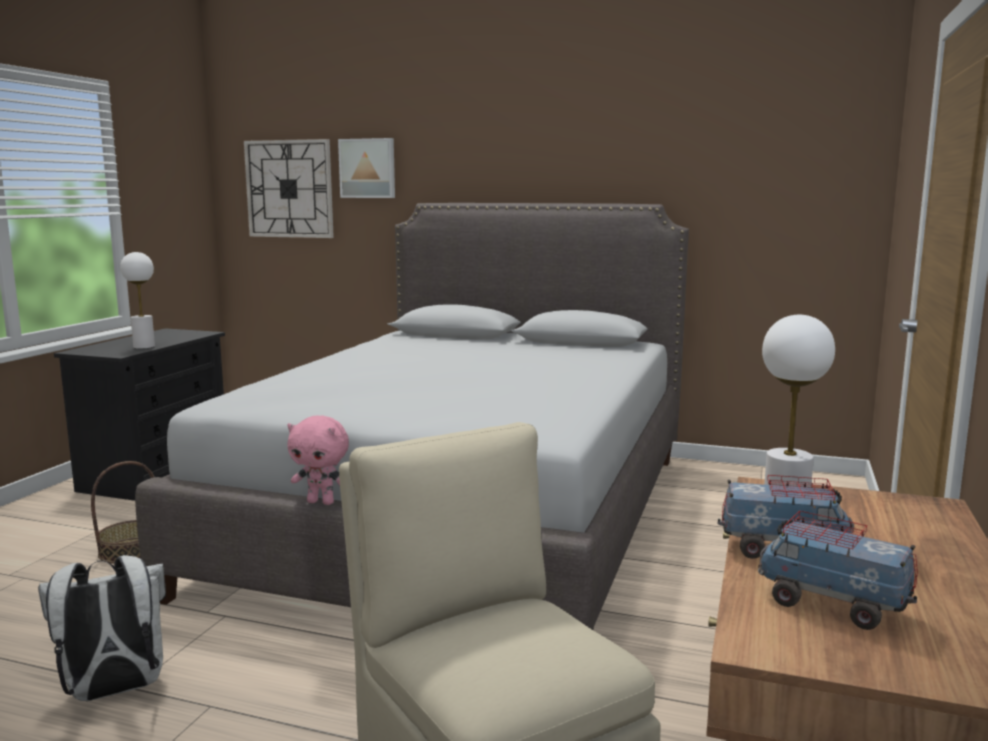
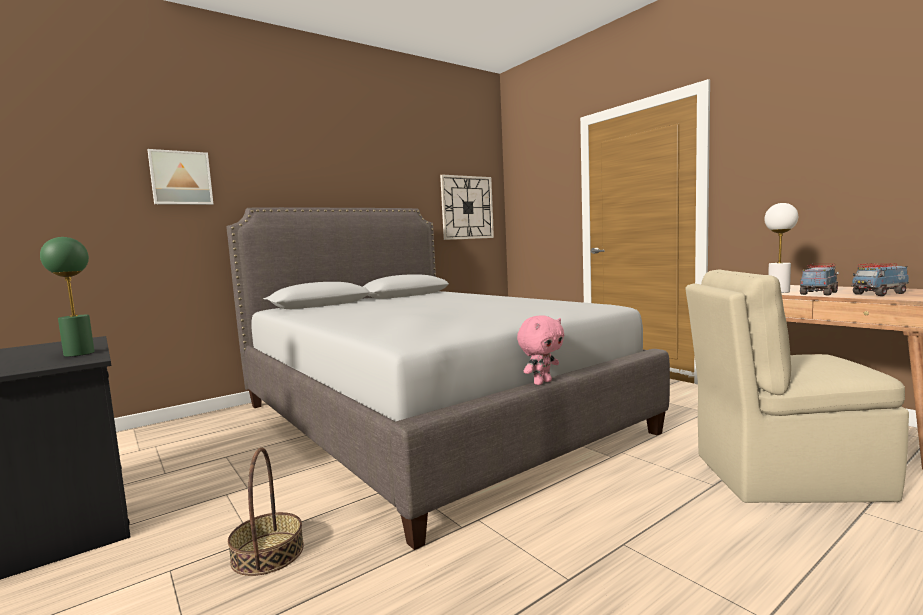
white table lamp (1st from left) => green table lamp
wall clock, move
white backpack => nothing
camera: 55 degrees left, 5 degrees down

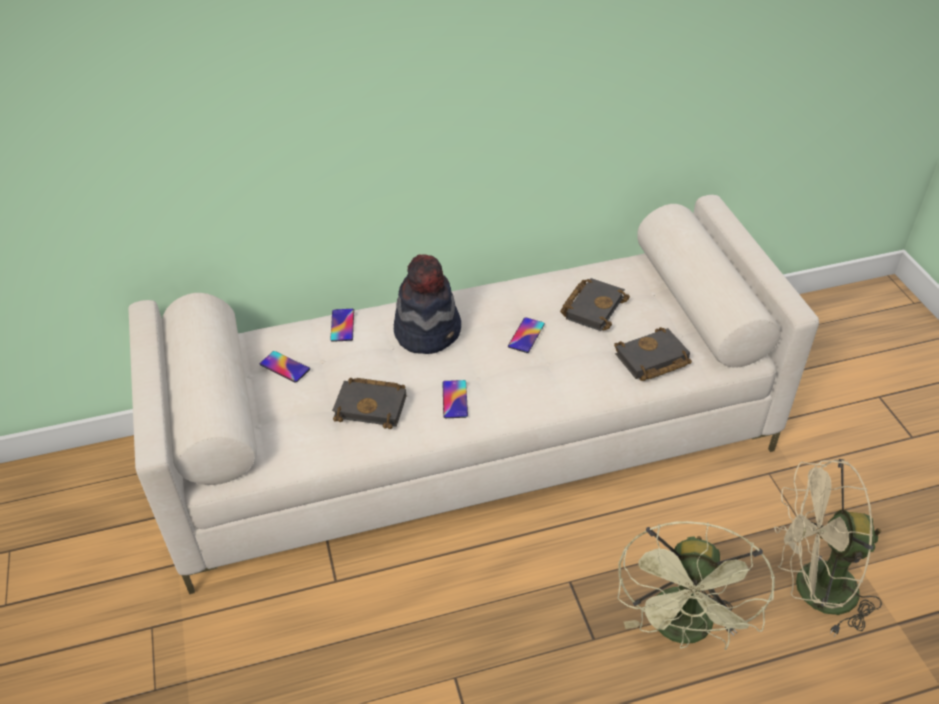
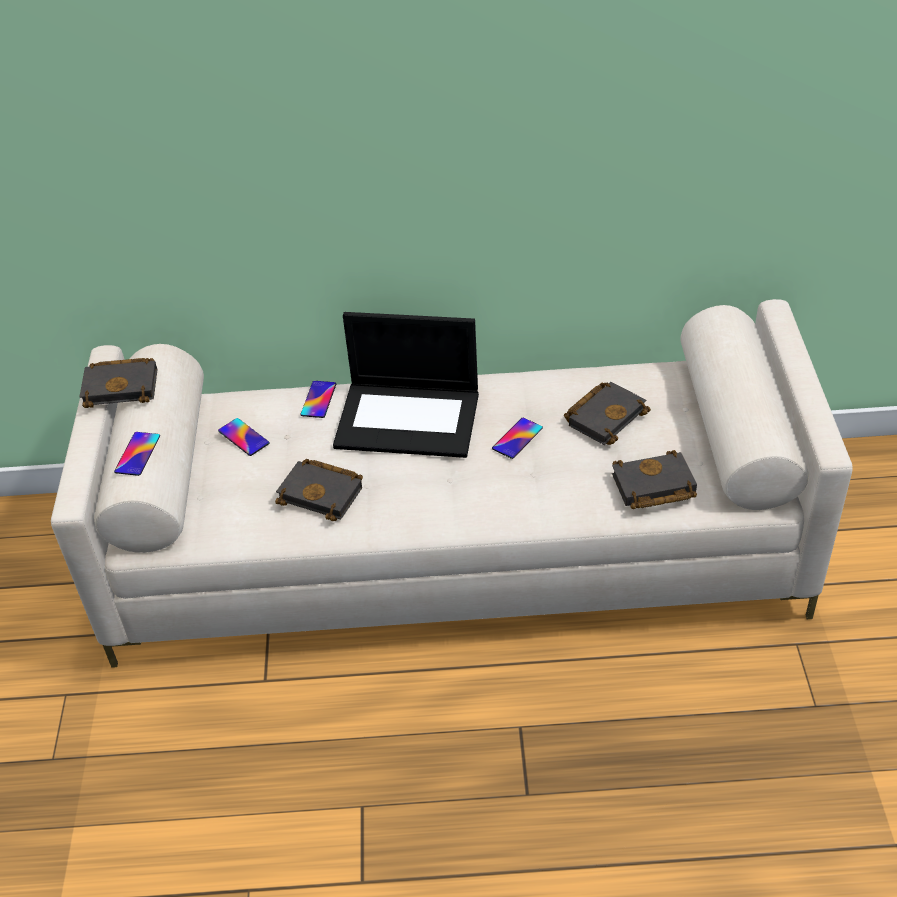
nothing => black book (1st from left)
phone (3rd from left in the first image) => phone (1st from left), move
hat => laptop
green fan => nothing
beige fan => nothing
camera: 15 degrees right, 0 degrees up

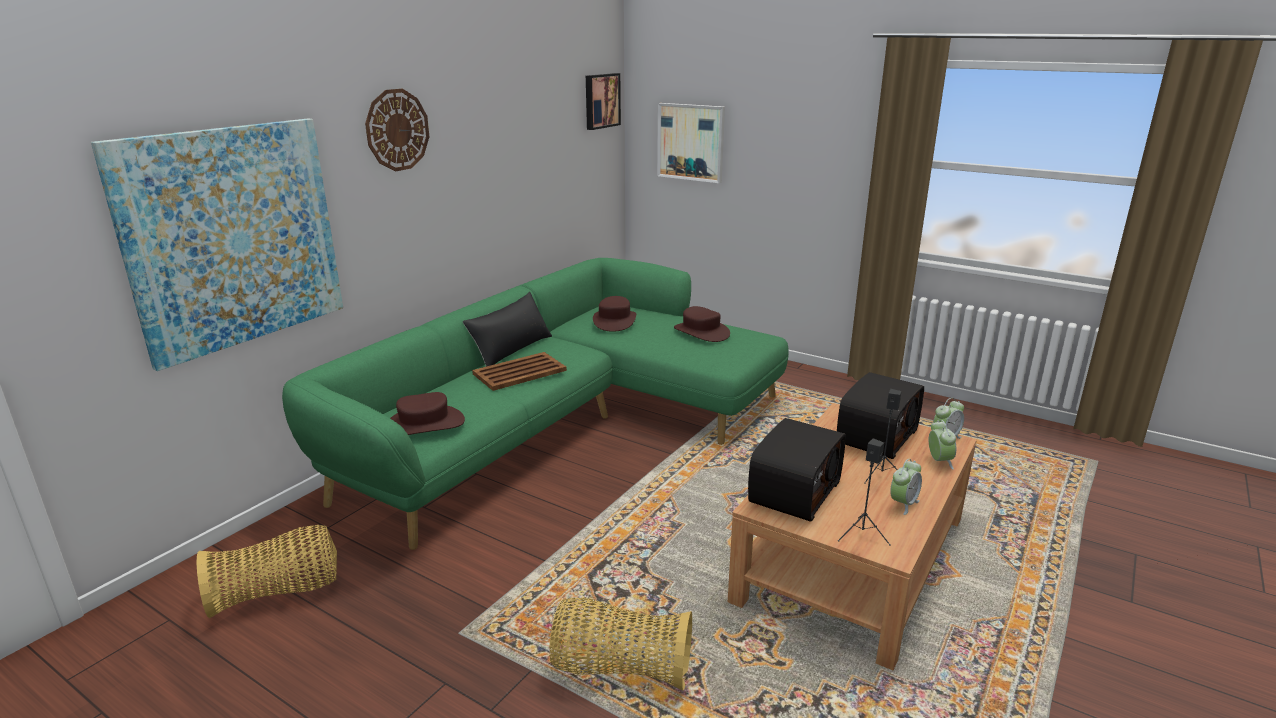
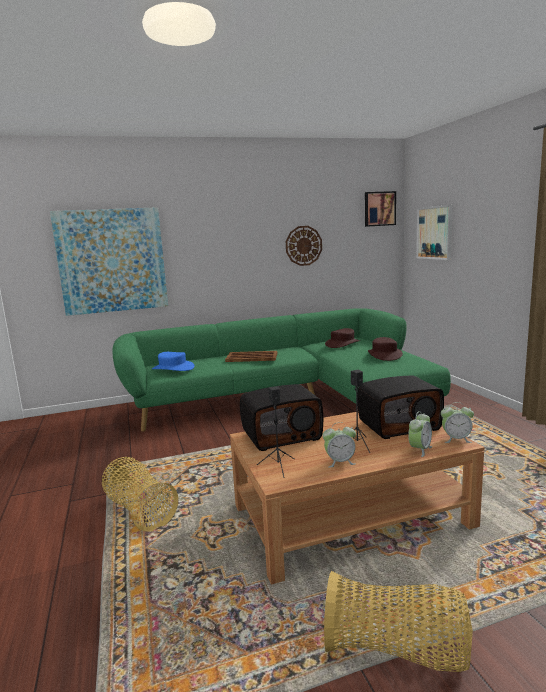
brown hat (1st from left) => blue hat
wall clock, move
basket (1st from left in the first image) => basket (2nd from left), move
black pillow => nothing
camera: 40 degrees right, 10 degrees down

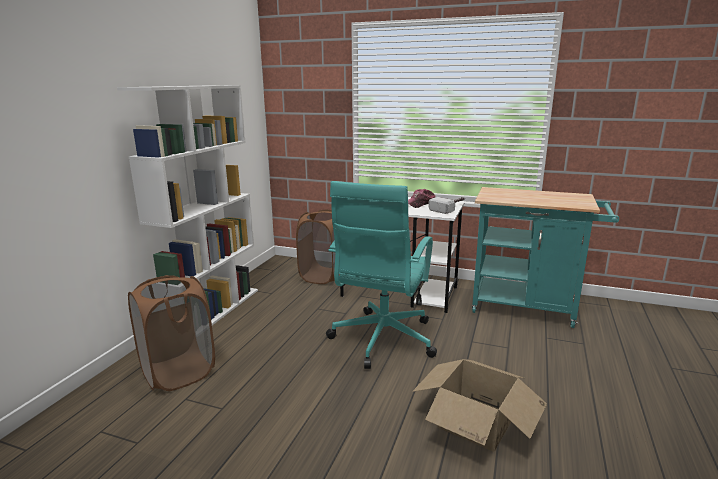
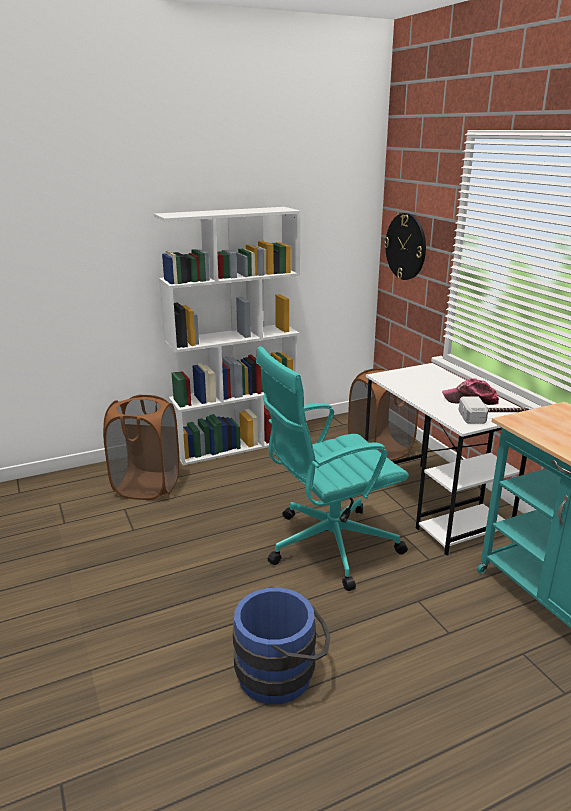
cardboard box => blue bucket
nothing => wall clock
camera: 45 degrees right, 5 degrees up

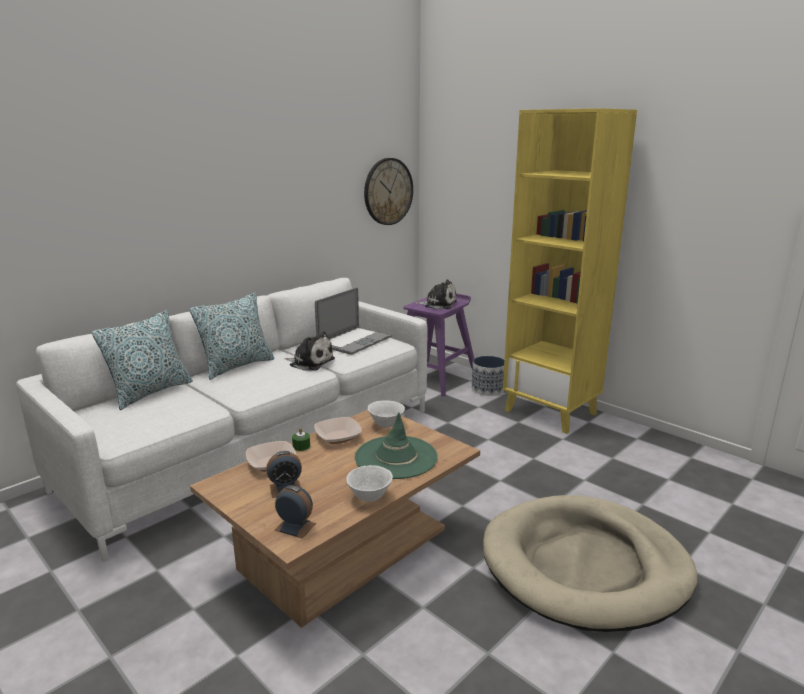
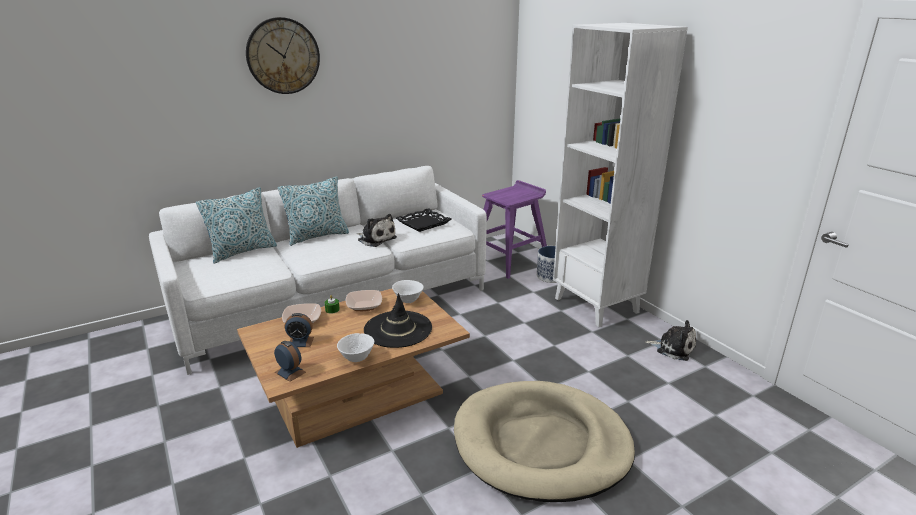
wall clock, move
green hat => black hat
laptop => black tray
yellow bookcase => white bookcase
plush toy (2nd from left), move
camera: 15 degrees right, 5 degrees up

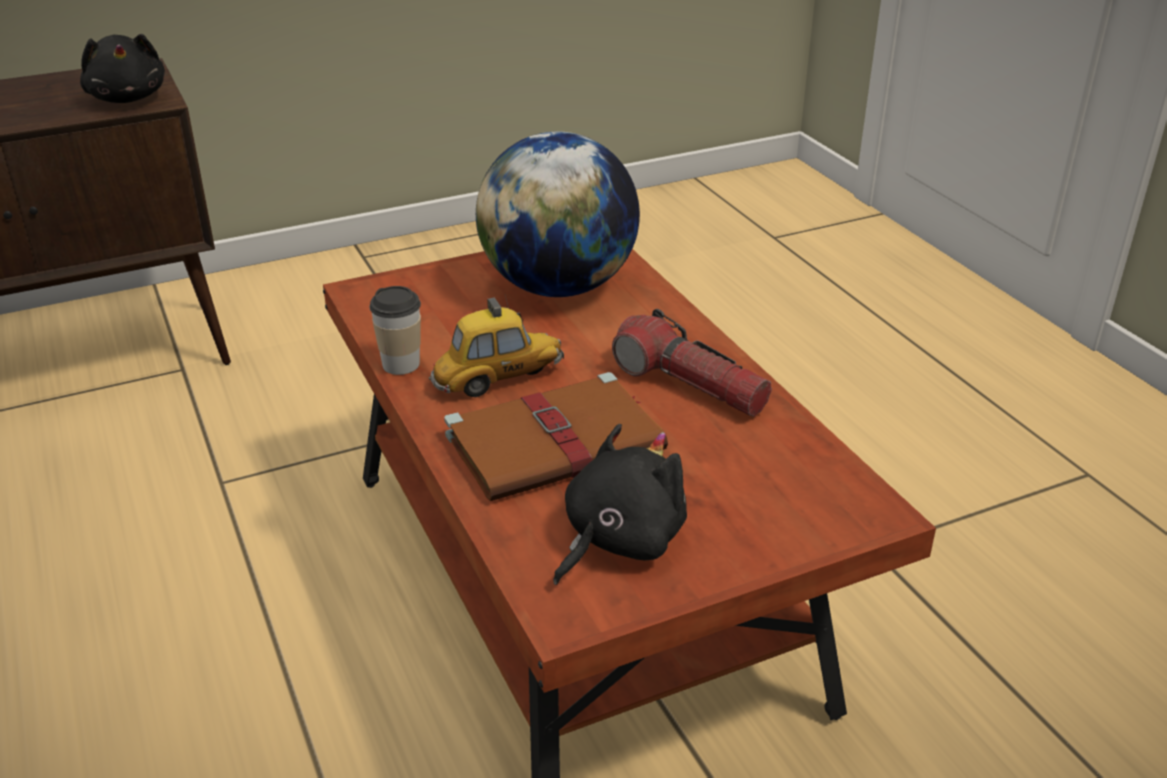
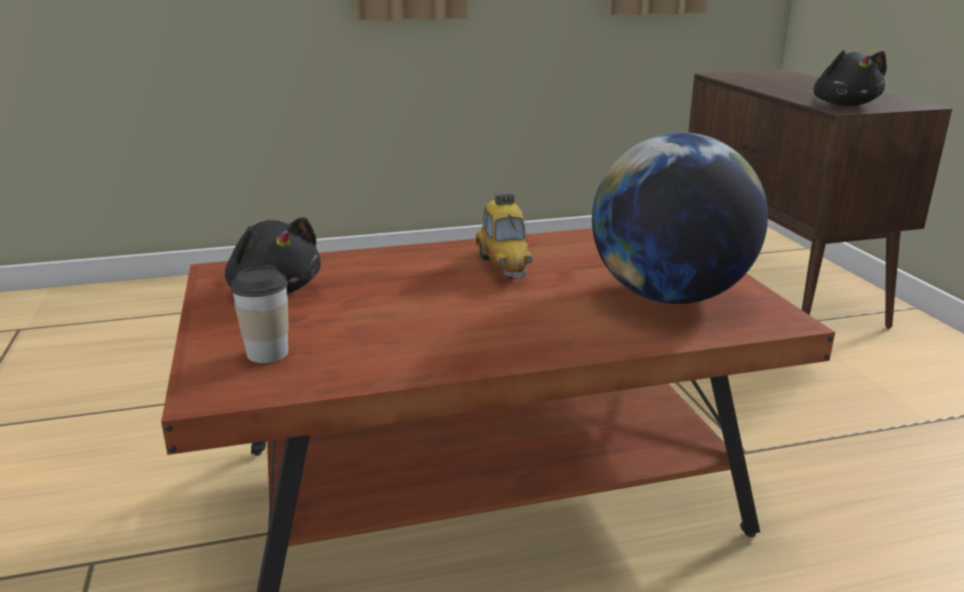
cup, move
black plush toy (1st from left in the first image) => black plush toy (2nd from left), 75 degrees counterclockwise
brown book => nothing
flashlight => nothing
camera: 100 degrees right, 10 degrees down

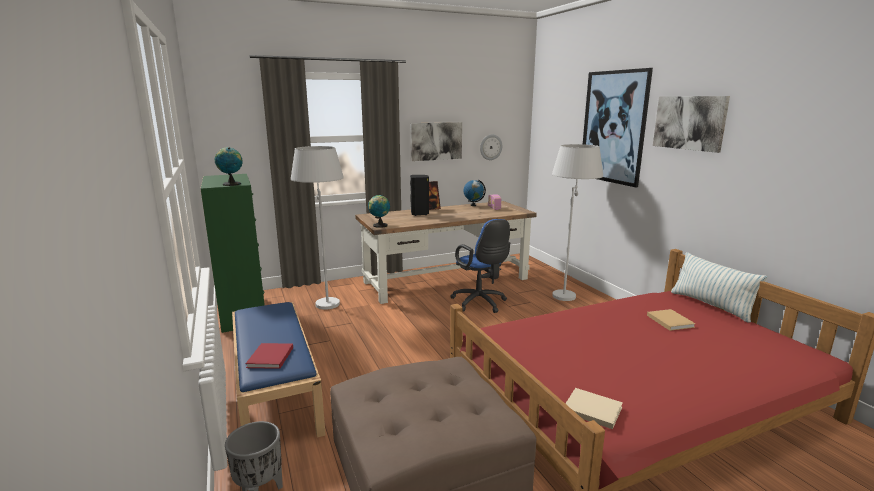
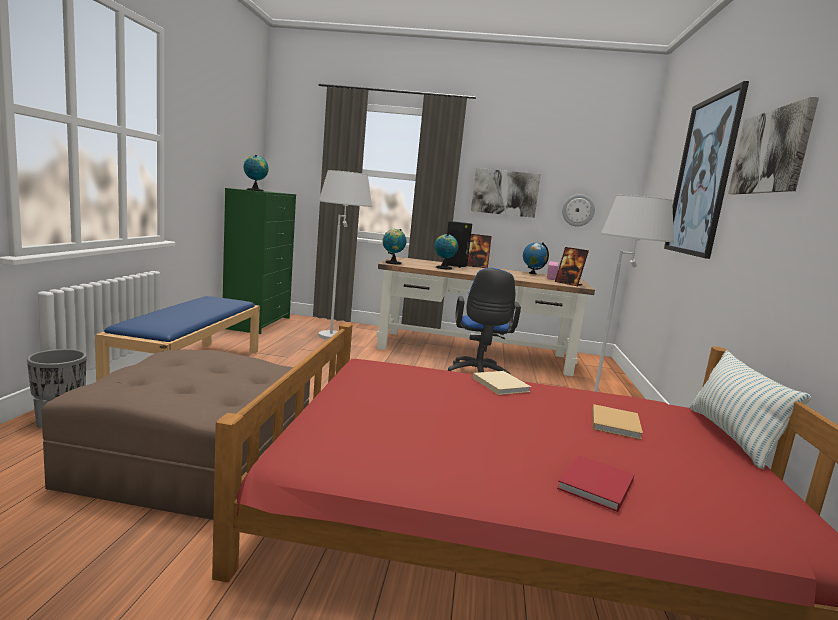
nothing => globe (3rd from left)
beige book (1st from left), move
nothing => picture frame (2nd from left)
red book, move
camera: 30 degrees right, 5 degrees down

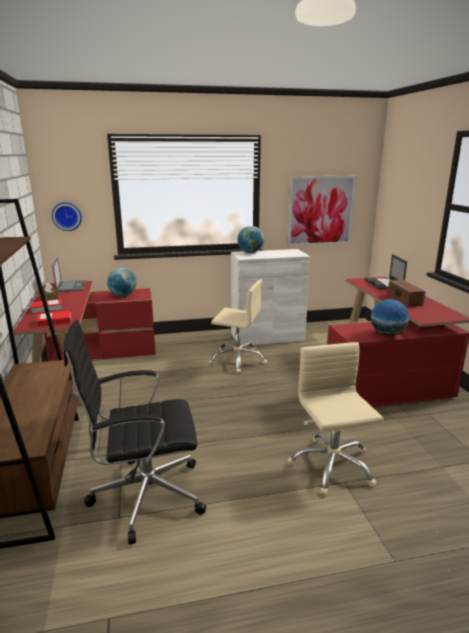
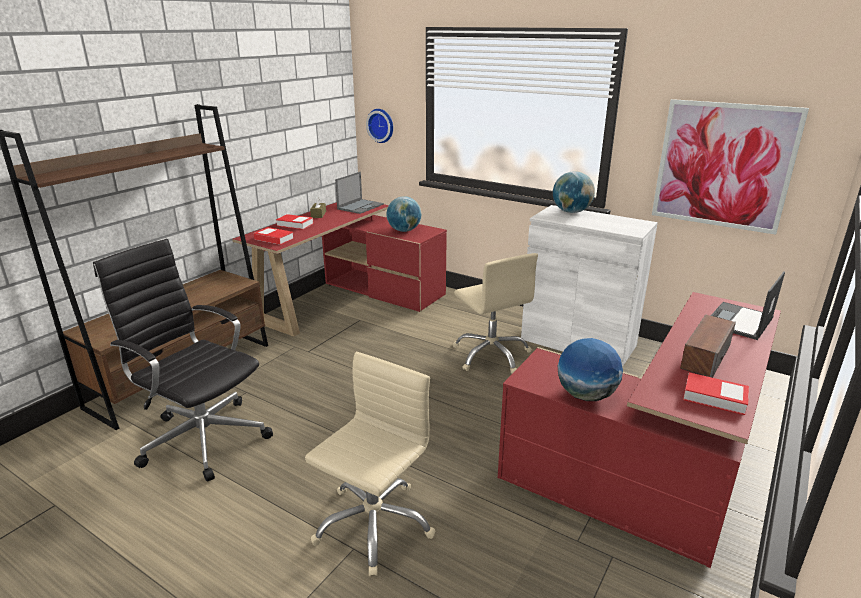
nothing => book (3rd from left)
camera: 45 degrees right, 5 degrees up

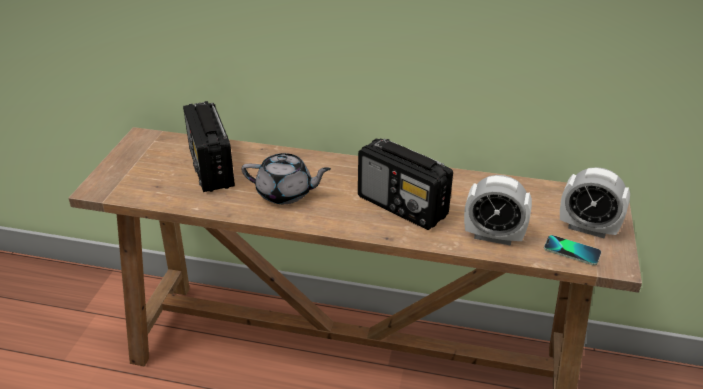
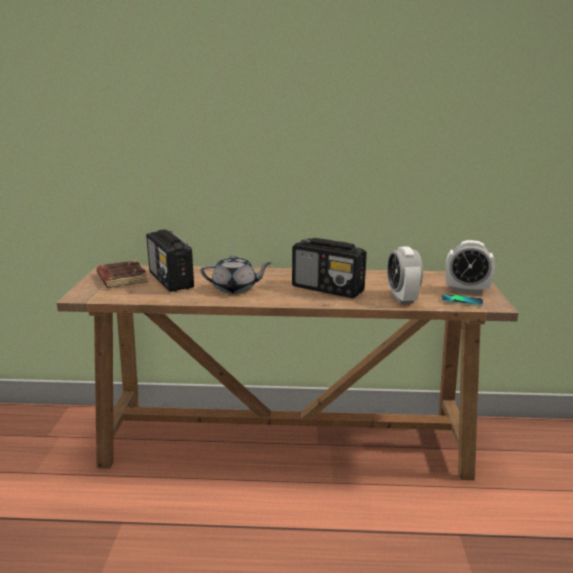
nothing => brown book
alarm clock (1st from left), 75 degrees clockwise
camera: 10 degrees left, 15 degrees down

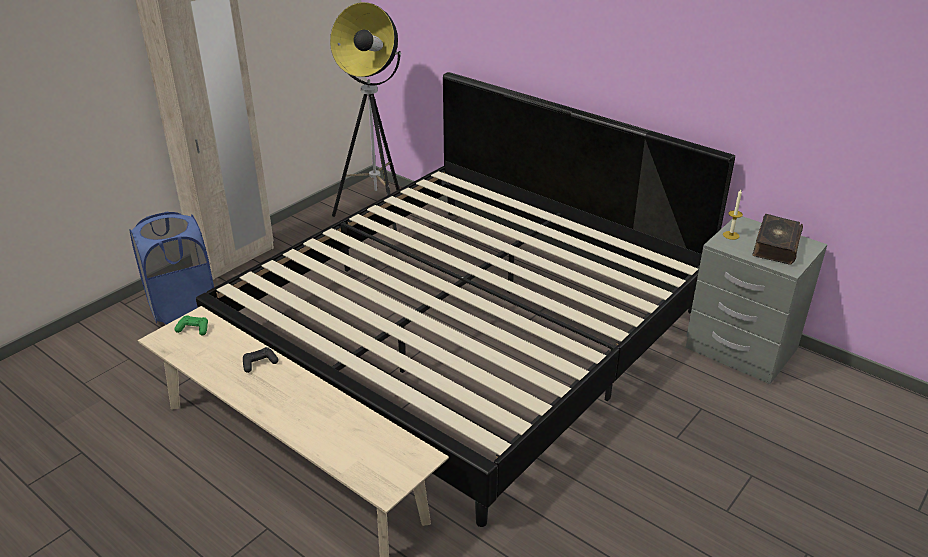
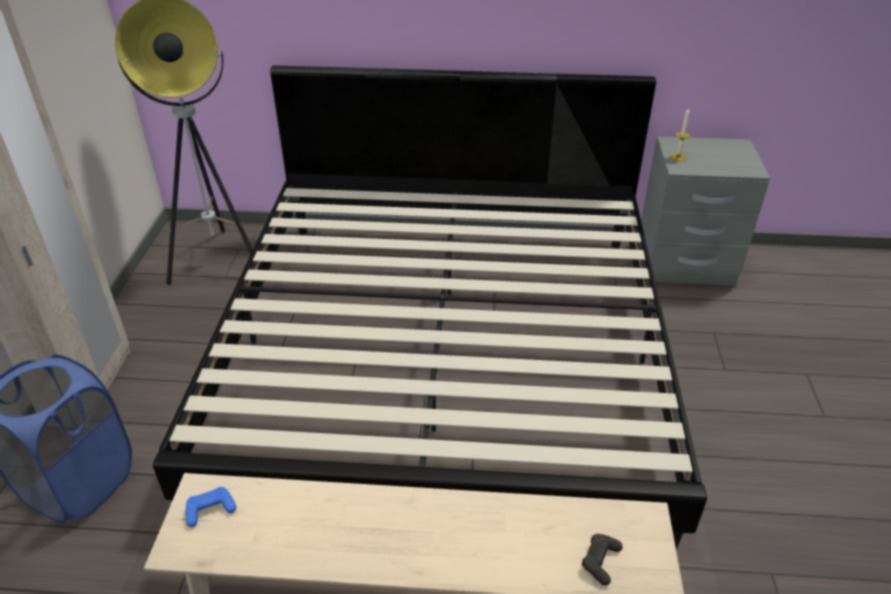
green game controller => blue game controller
black game controller, move
book => nothing
camera: 35 degrees left, 5 degrees up

